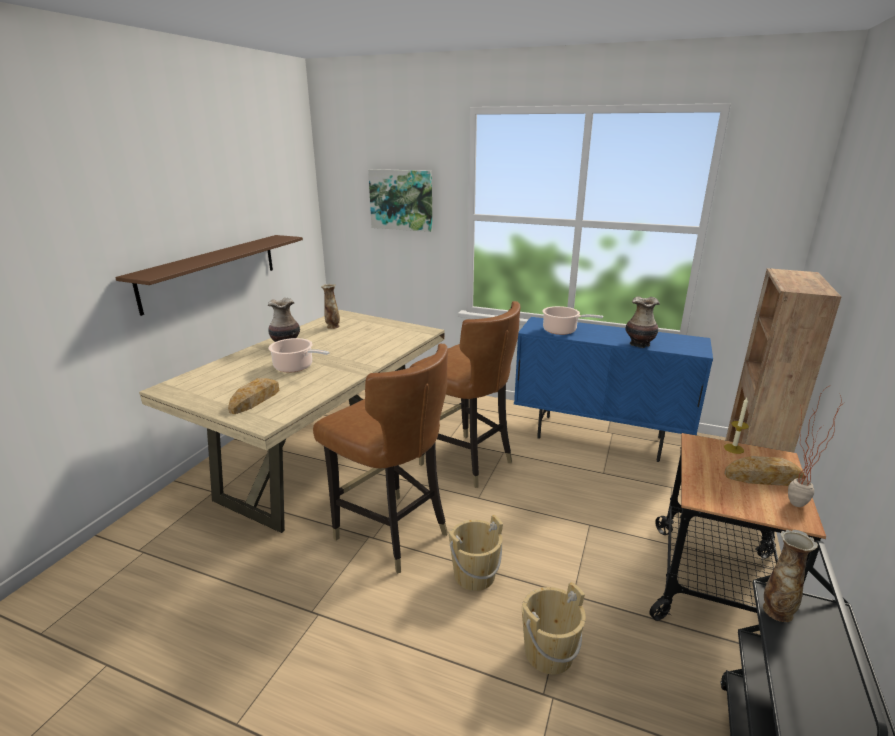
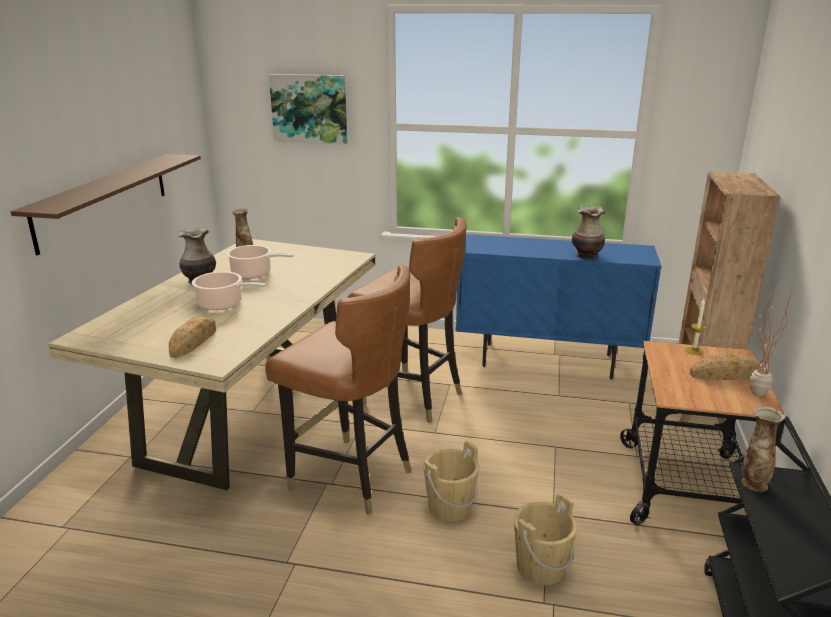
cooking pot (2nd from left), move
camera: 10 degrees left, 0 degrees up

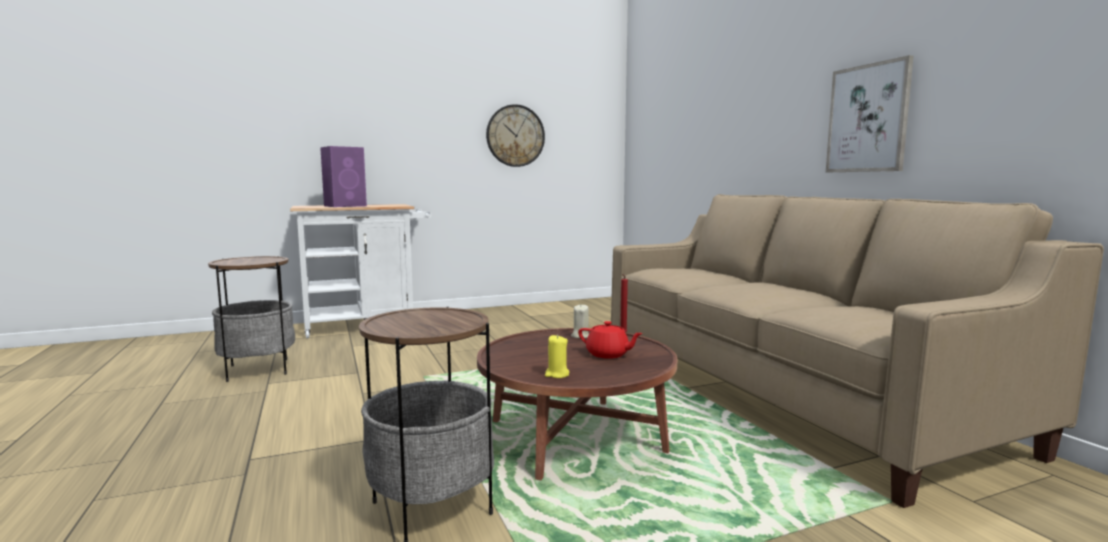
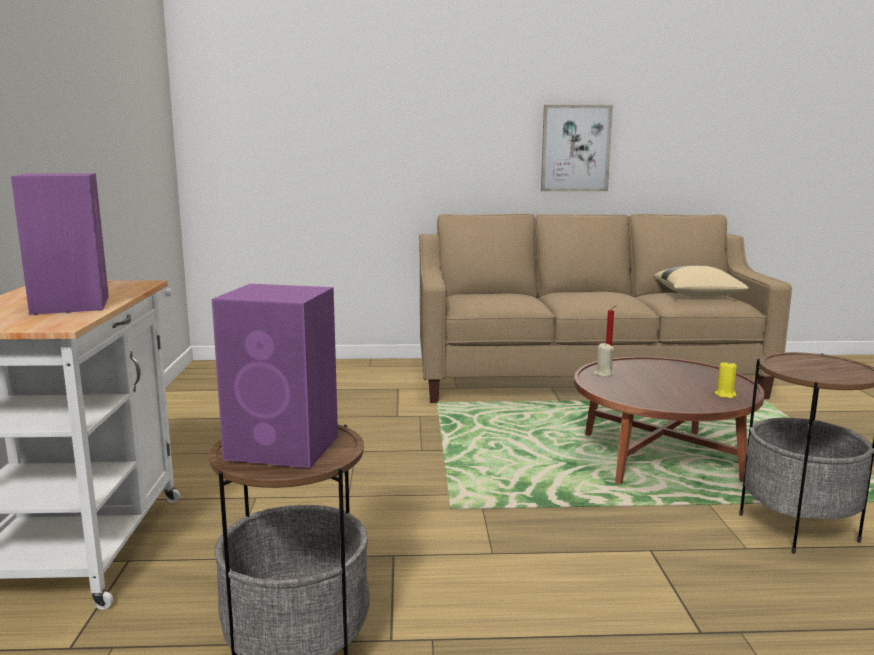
nothing => purple speaker (2nd from left)
nothing => beige pillow
wall clock => nothing
red teapot => nothing
camera: 70 degrees left, 5 degrees up

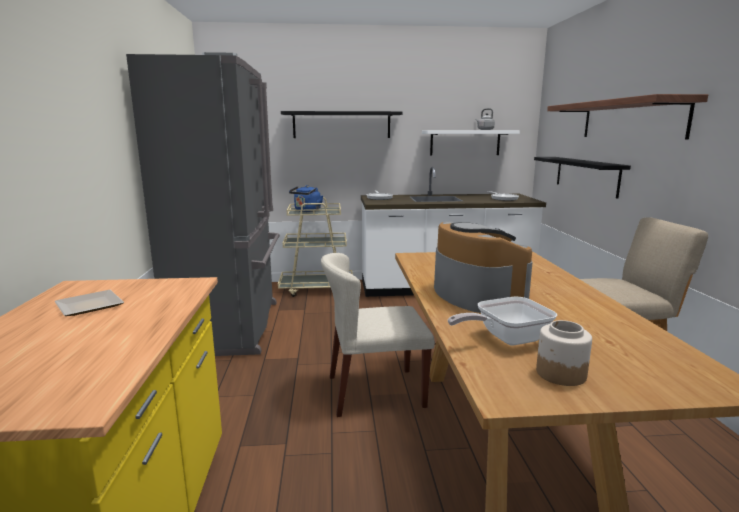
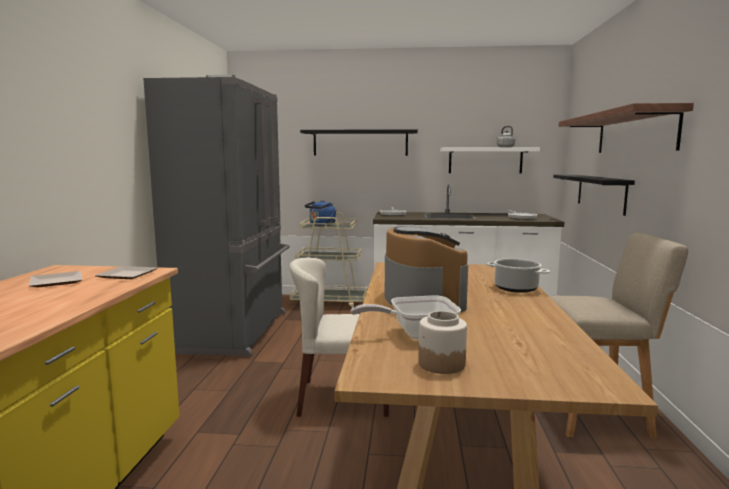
nothing => plate (2nd from left)
nothing => cooking pot
camera: 10 degrees right, 5 degrees down

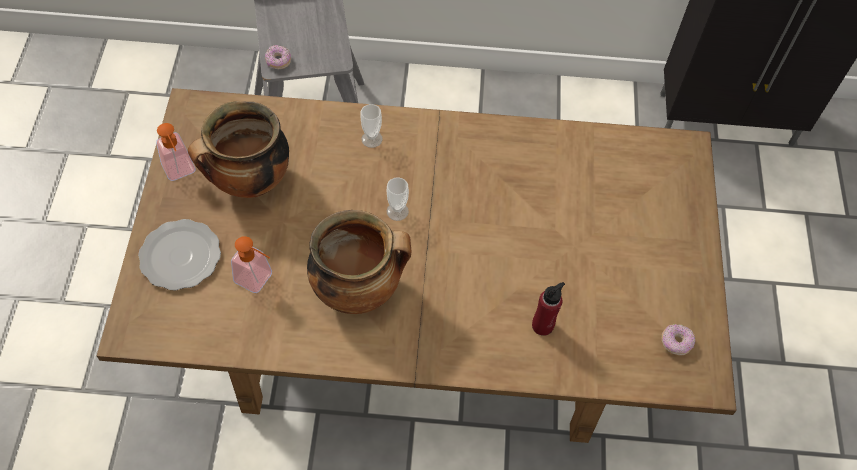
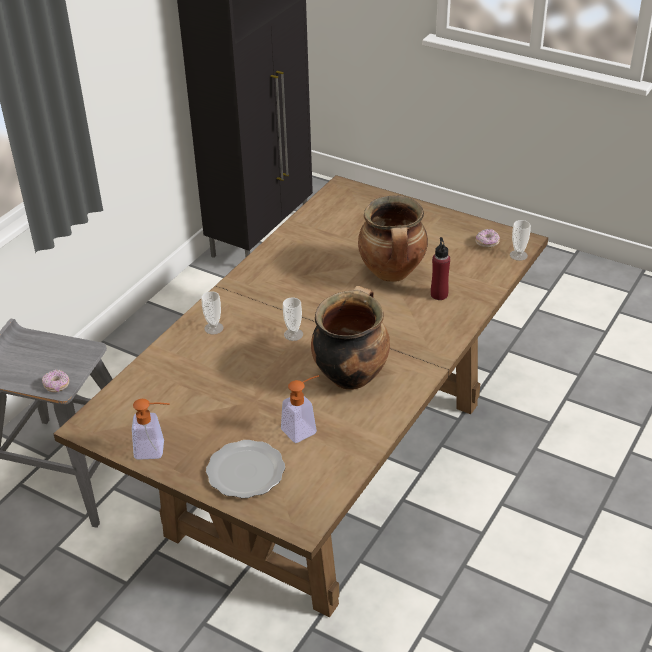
cooking pot (1st from left in the first image) => cooking pot (2nd from left), move
nothing => cup (3rd from left)
camera: 60 degrees left, 20 degrees down

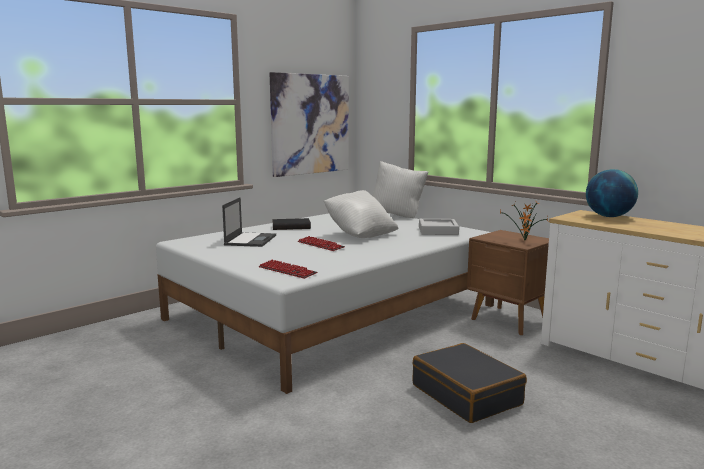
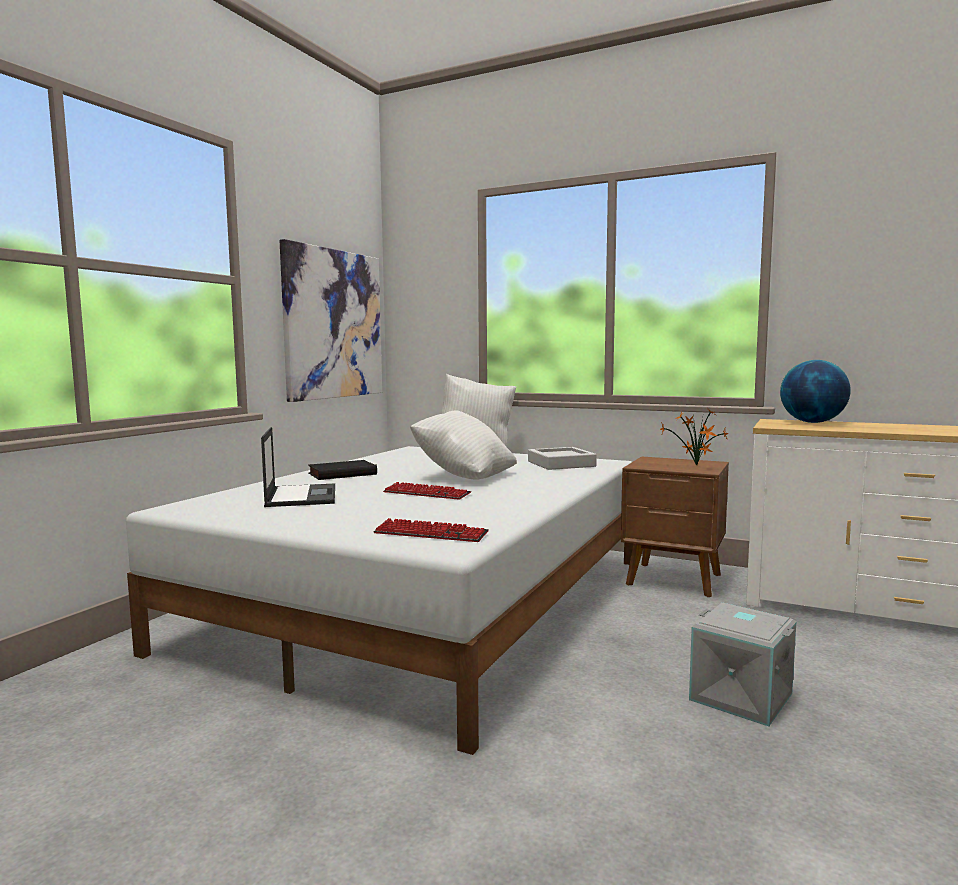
black suitcase => grey storage box
camera: 20 degrees left, 5 degrees down

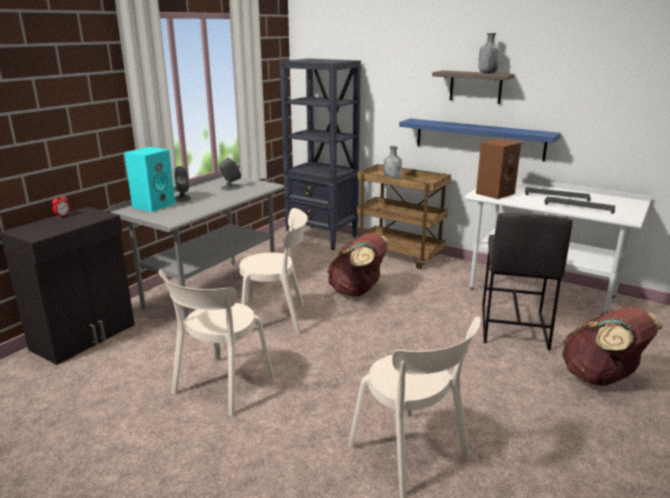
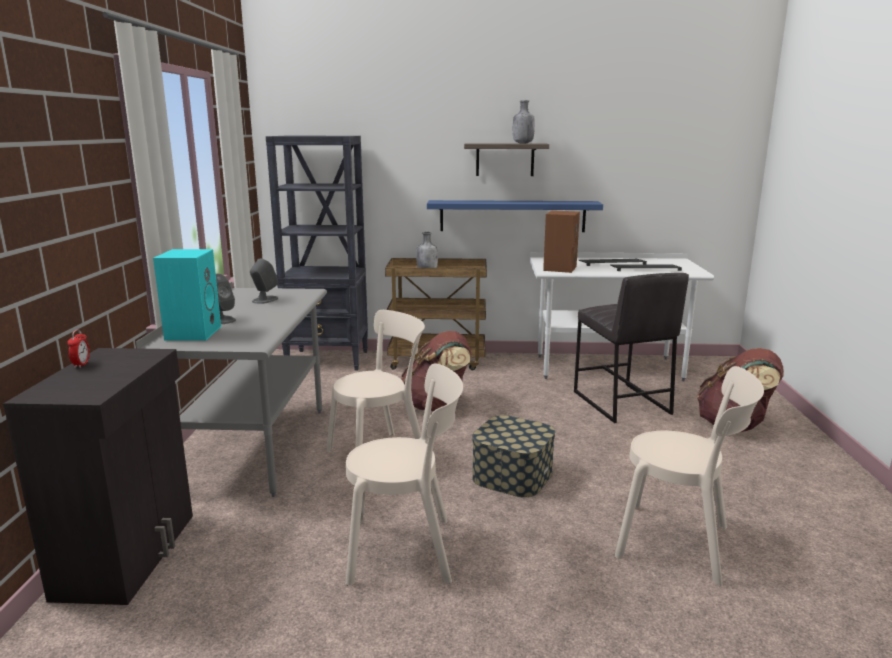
beige chair (1st from left in the first image) => beige chair (2nd from left), 90 degrees counterclockwise
nothing => storage box
camera: 30 degrees left, 5 degrees down

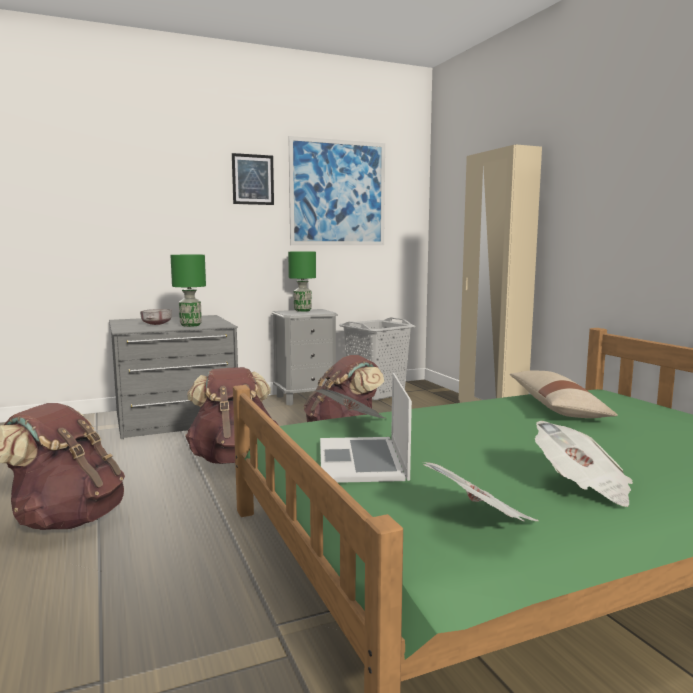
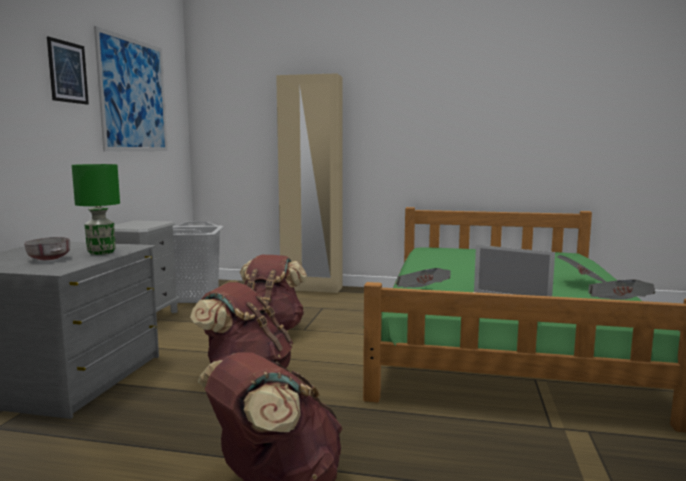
green table lamp (2nd from left) => nothing
beige pillow => nothing
camera: 55 degrees left, 0 degrees up

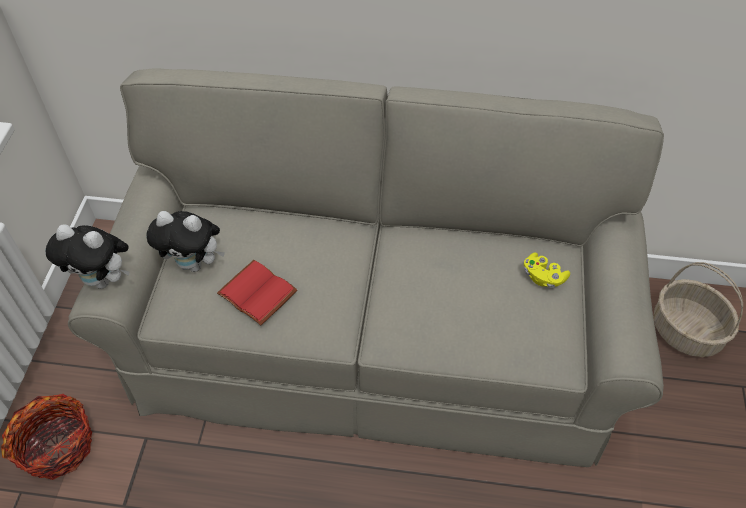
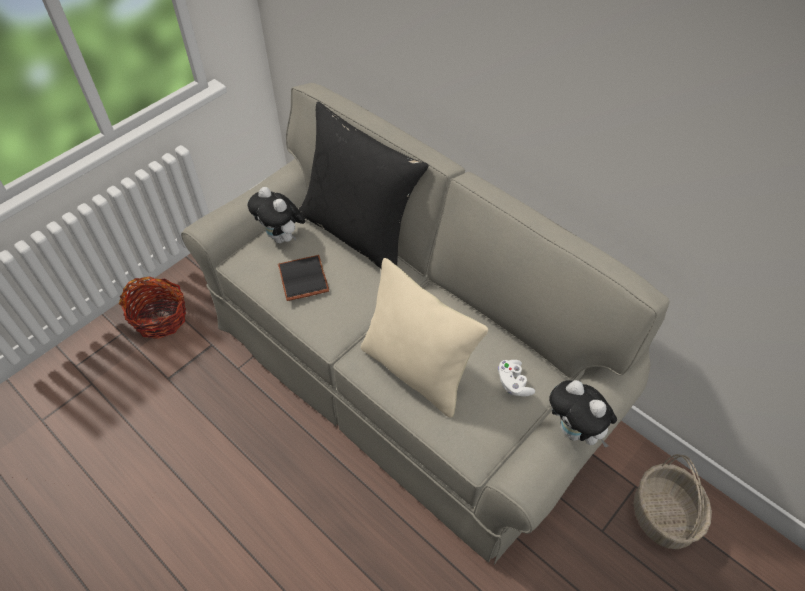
red book => black book
nothing => black pillow
nothing => beige pillow
yellow game controller => white game controller
plush toy (1st from left in the first image) => plush toy (2nd from left), move
camera: 35 degrees right, 0 degrees up

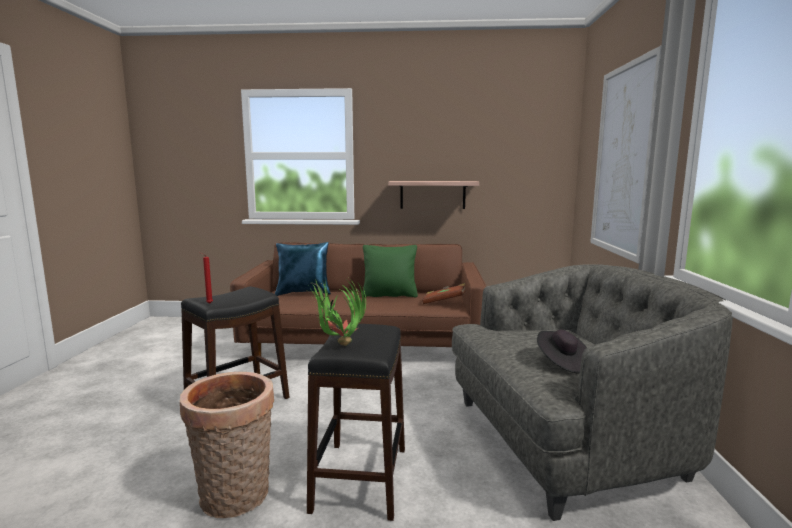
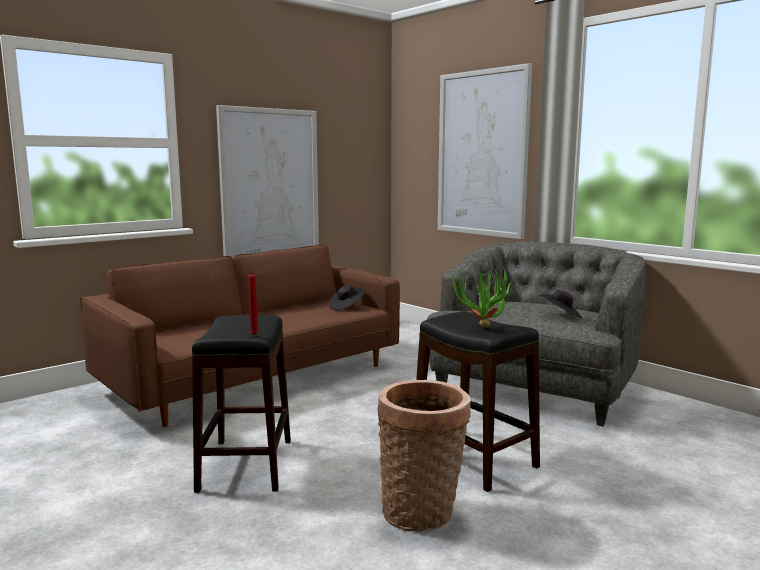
shelf => picture (1st from left)
brown book => black hat (1st from left)
blue pillow => nothing
green pillow => nothing
camera: 45 degrees left, 0 degrees up

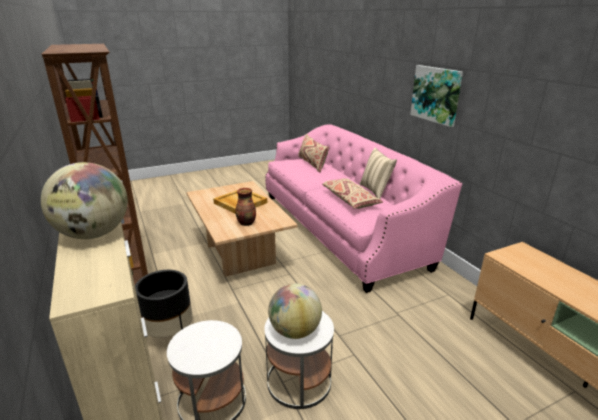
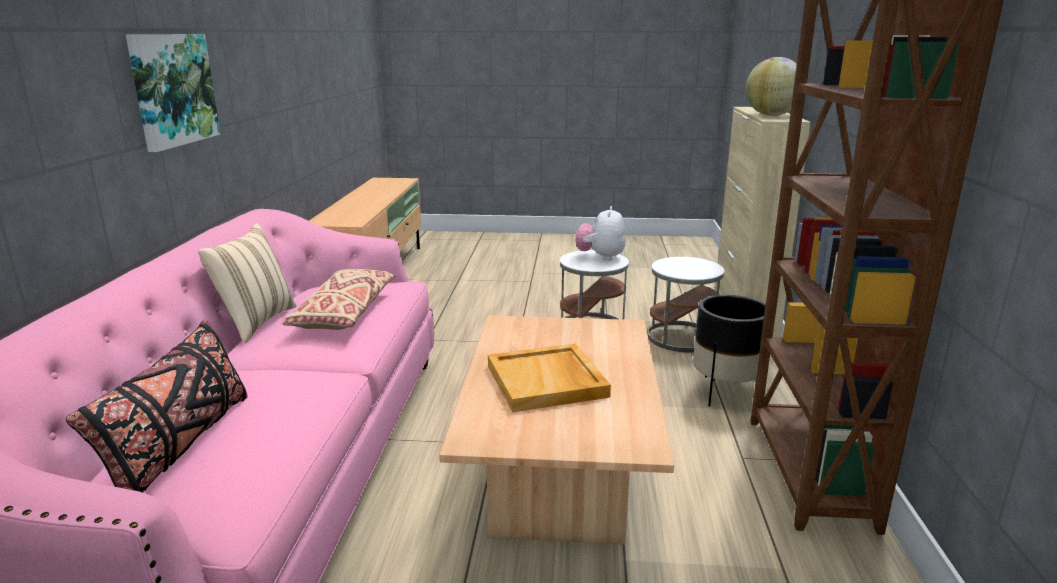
beige pillow (1st from left) => black pillow
globe (2nd from left) => plush toy
vase => nothing
camera: 150 degrees left, 5 degrees down

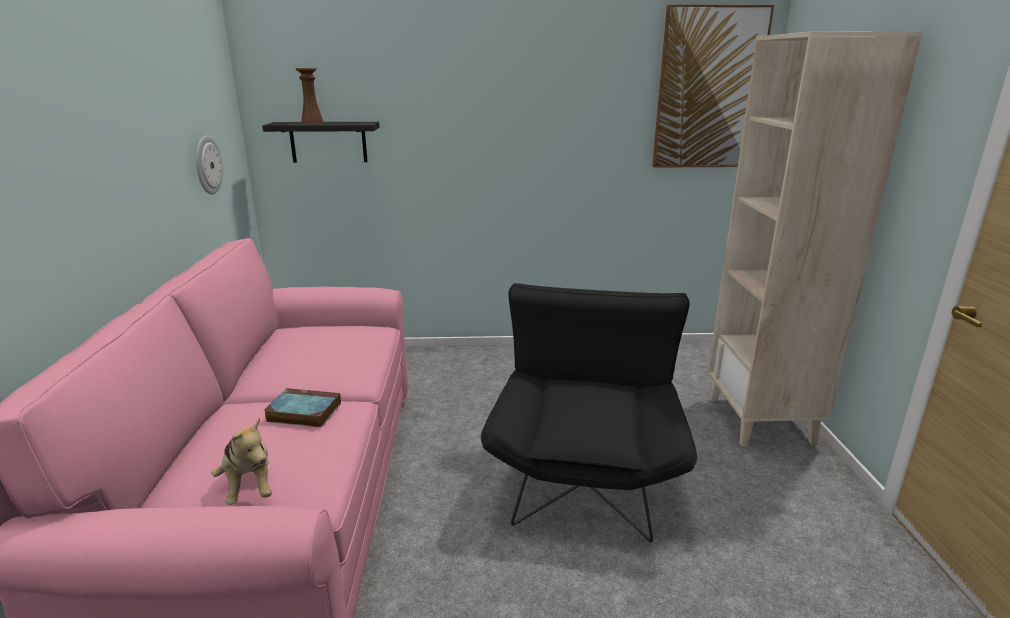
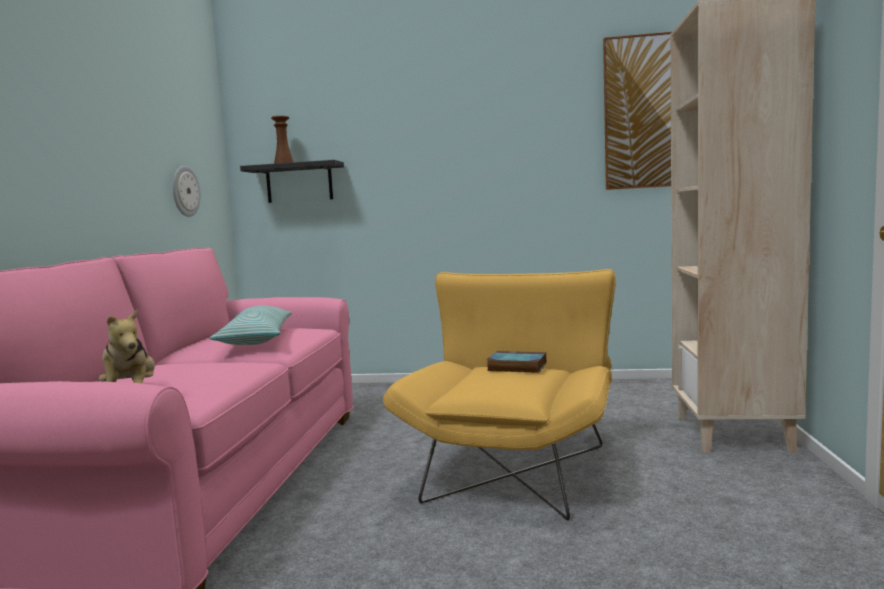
nothing => pillow
black armchair => yellow armchair
book, move
camera: 10 degrees right, 15 degrees down

